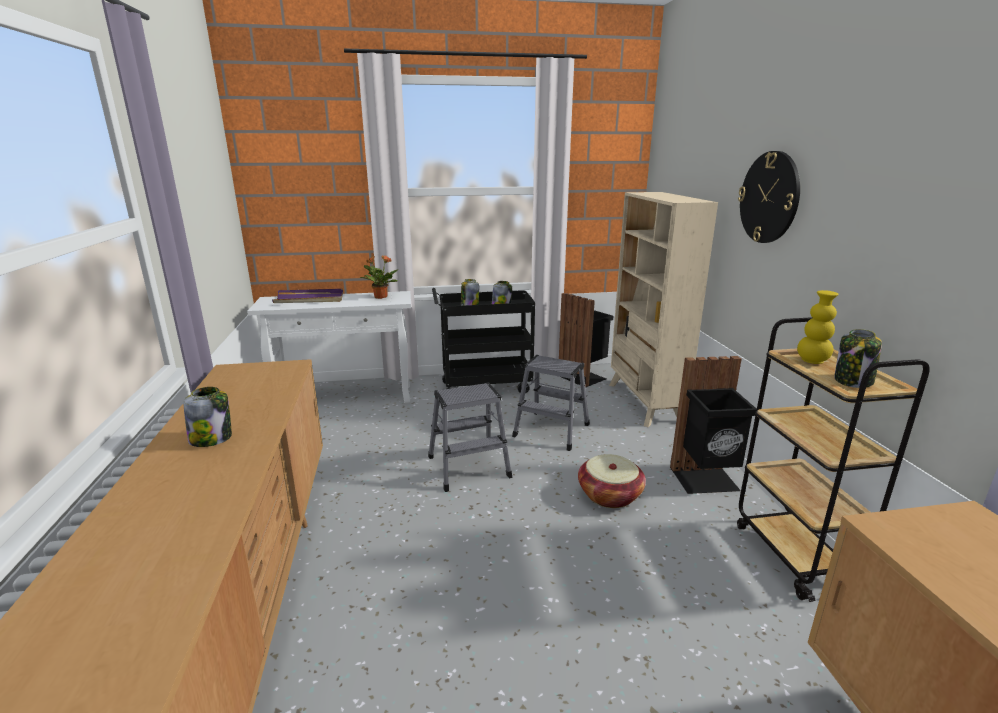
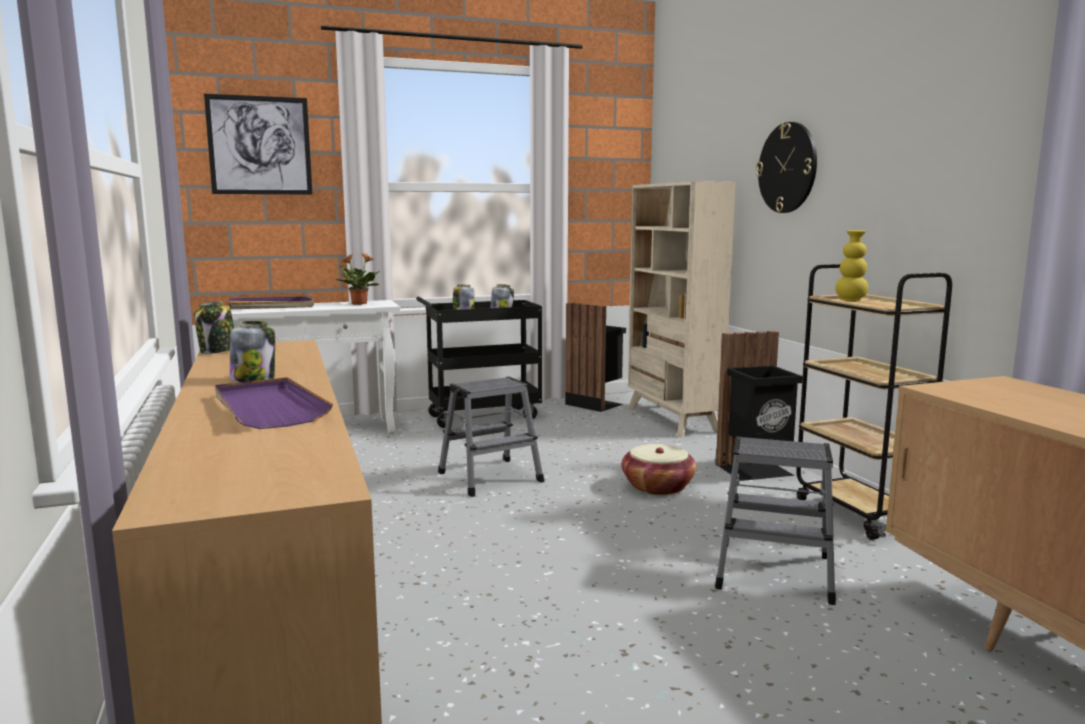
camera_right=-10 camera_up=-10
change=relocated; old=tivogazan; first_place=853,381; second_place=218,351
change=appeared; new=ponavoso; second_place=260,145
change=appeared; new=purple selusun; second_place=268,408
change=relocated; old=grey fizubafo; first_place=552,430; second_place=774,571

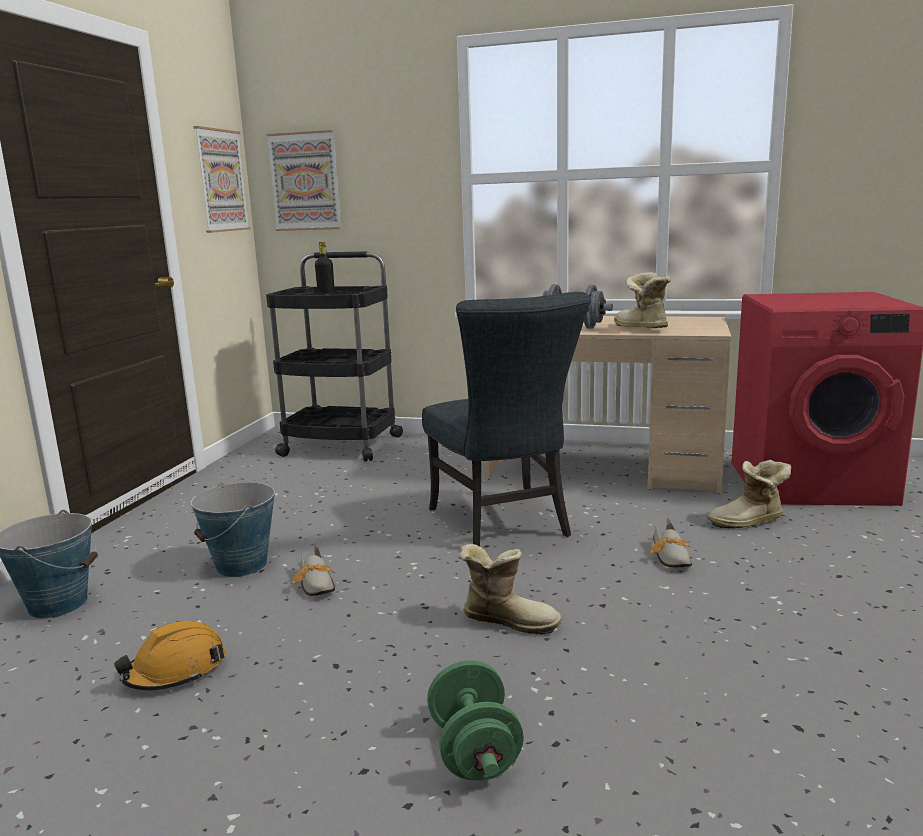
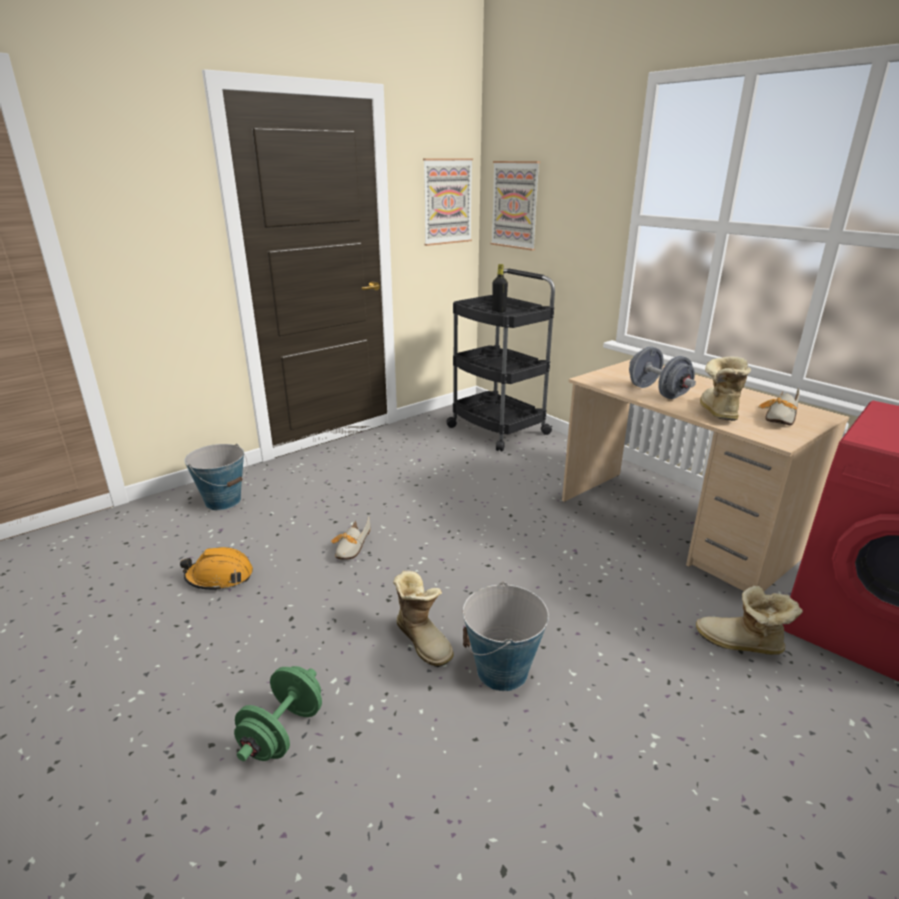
camera_right=35 camera_up=10
change=relocated; old=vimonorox; first_place=241,565; second_place=502,671
change=relocated; old=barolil; first_place=671,557; second_place=780,418
change=missing; old=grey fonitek; first_place=504,524

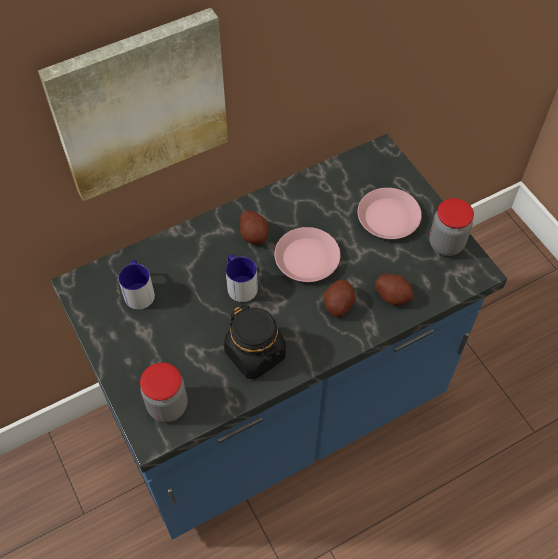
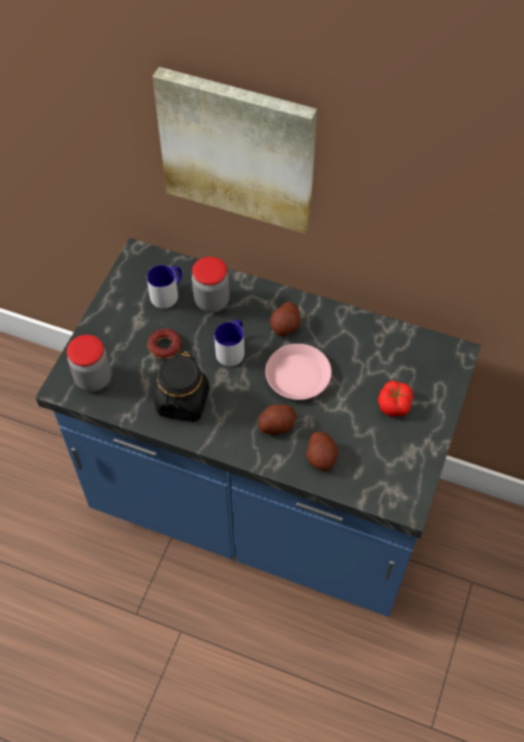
camera_right=50 camera_up=0
change=appeared; new=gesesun; second_place=164,346
change=relocated; old=tivogazan; first_place=446,244; second_place=211,301
change=exchanged; old=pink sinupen; new=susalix; first_place=388,218; second_place=394,404

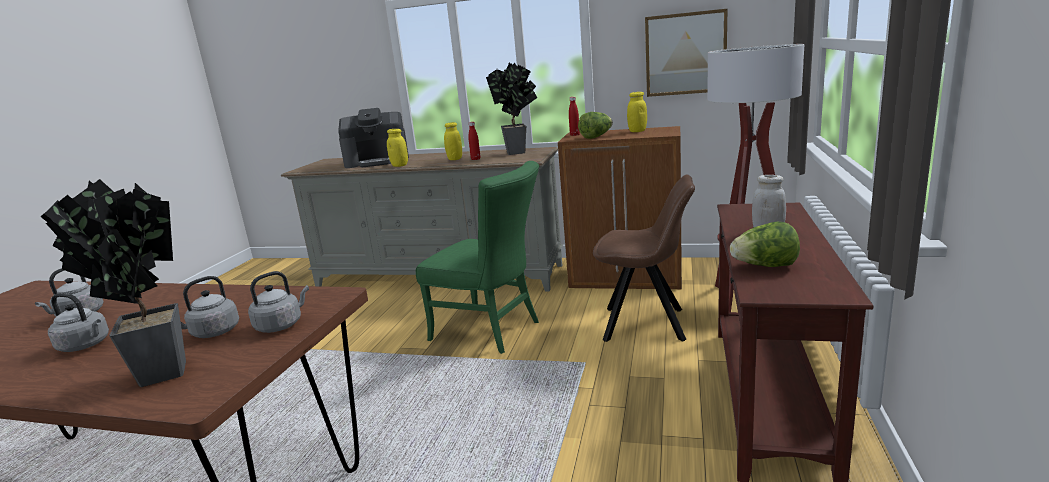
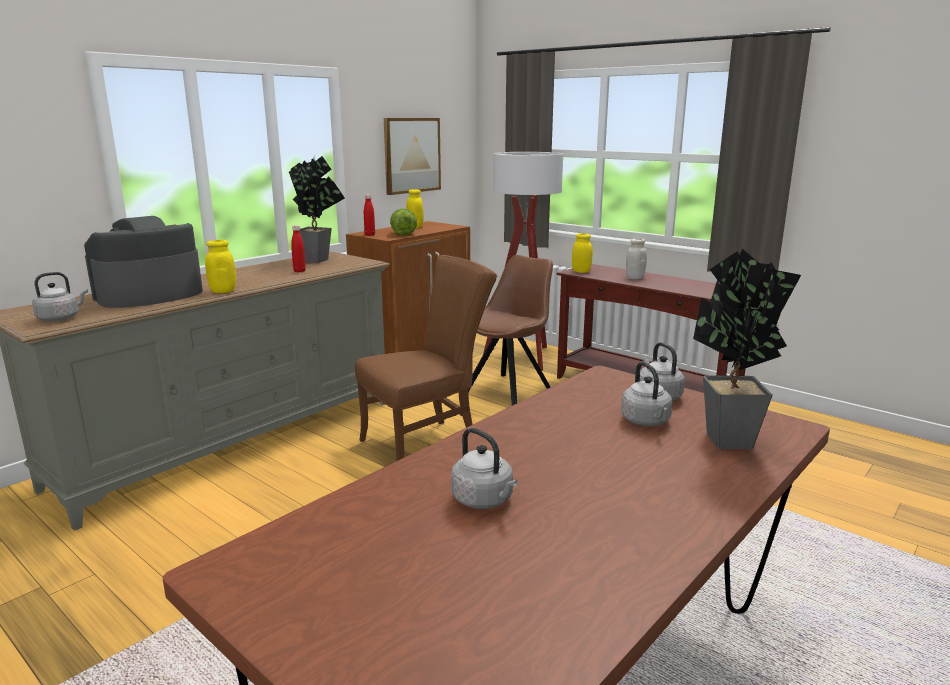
camera_right=-65 camera_up=0
change=relocated; old=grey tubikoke; first_place=86,345; second_place=61,318
change=spun; old=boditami; first_place=377,161; second_place=149,295; degrees=-150
change=colour; old=green fonitek; new=brown fonitek; first_place=491,330; second_place=427,444
change=relocated; old=yellow tivogazan; first_place=455,159; second_place=581,271
change=missing; old=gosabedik; first_place=765,266

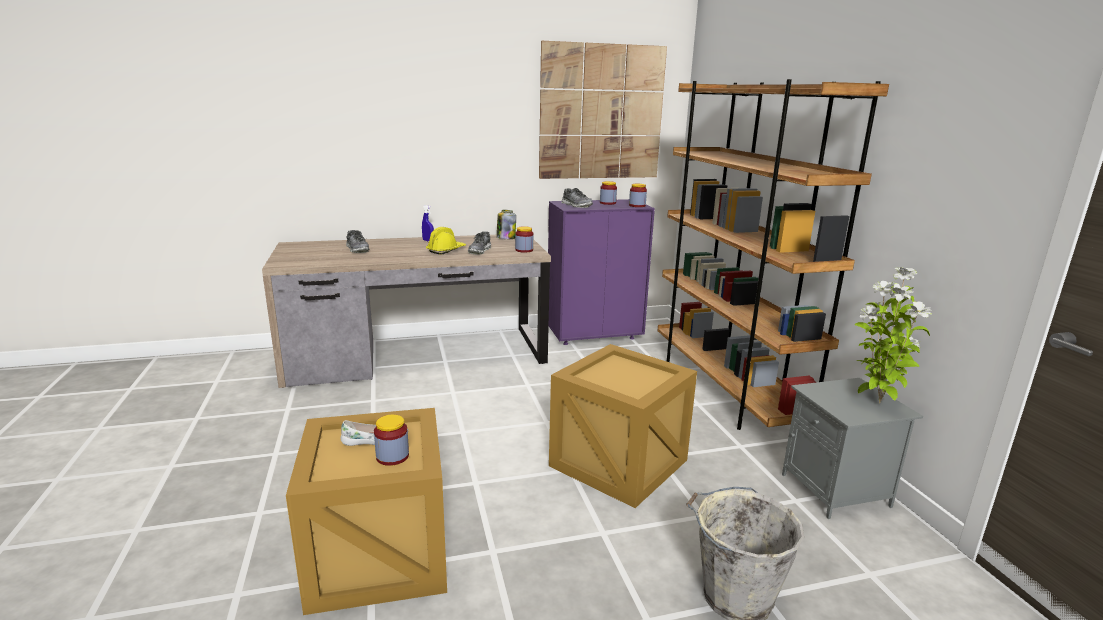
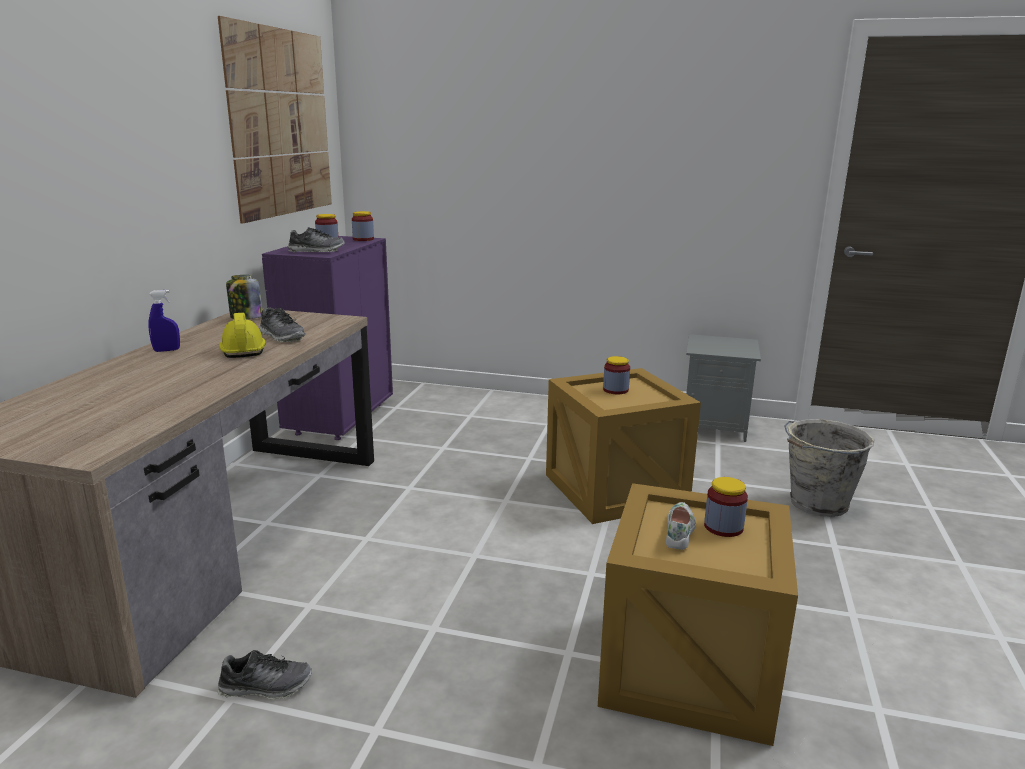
camera_right=-60 camera_up=0
change=relocated; old=barolil; first_place=357,249; second_place=266,687
change=relocated; old=tivogazan; first_place=524,250; second_place=615,390
change=missing; old=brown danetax; first_place=726,389
change=missing; old=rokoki; first_place=876,402

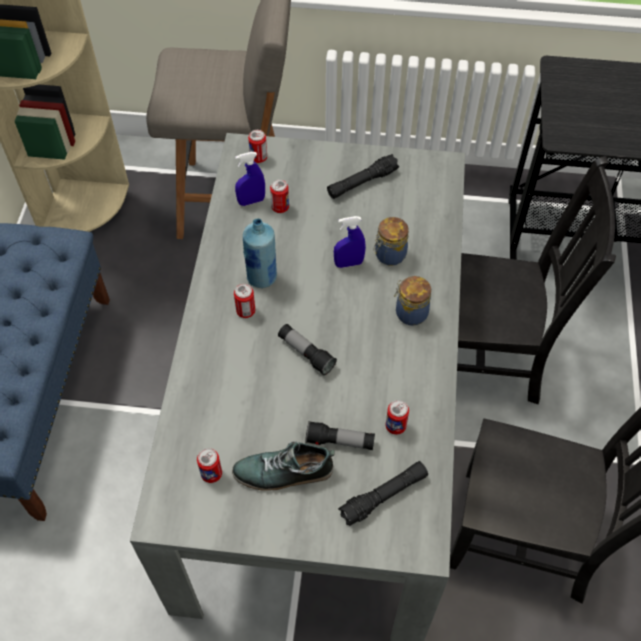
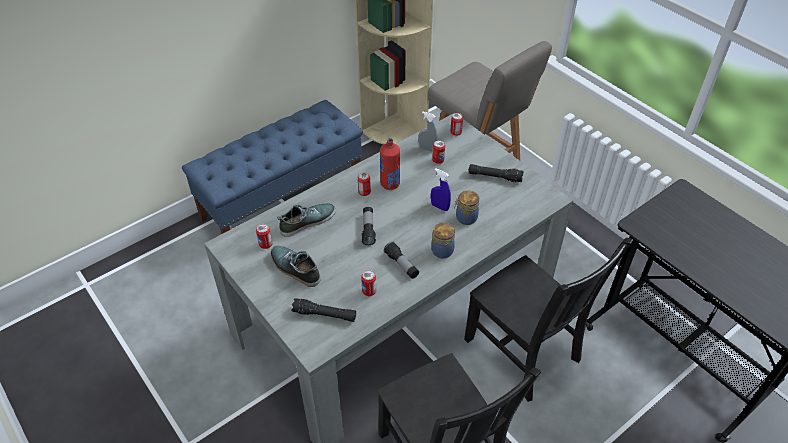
camera_right=45 camera_up=-10
change=appeared; new=barolil; second_place=307,221
change=colour; old=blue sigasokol; new=red sigasokol; first_place=262,278; second_place=390,184
change=relocated; old=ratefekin; first_place=340,441; second_place=401,265
change=colour; old=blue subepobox; new=grey subepobox; first_place=251,201; second_place=427,149

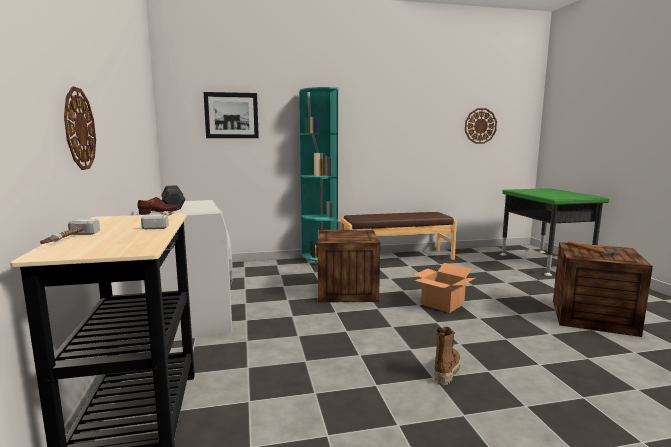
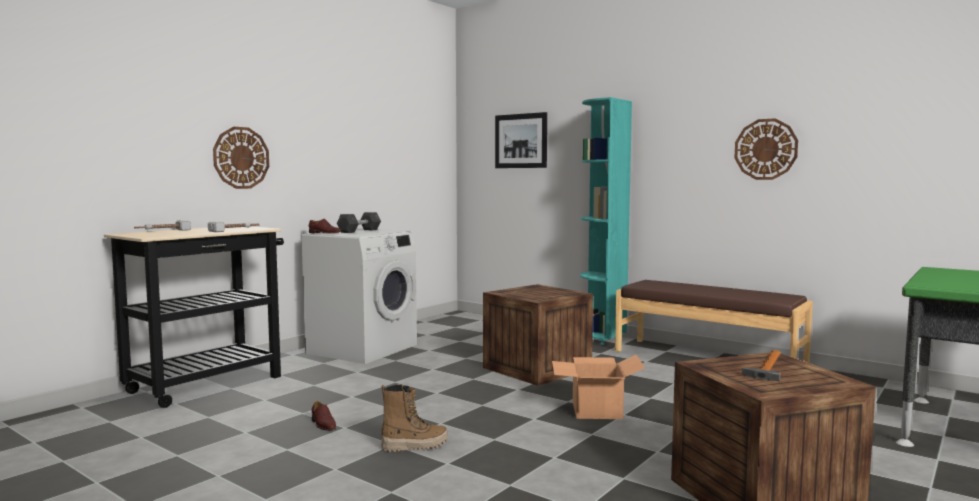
camera_right=50 camera_up=-5
change=appeared; new=brown barolil; second_place=323,425
change=relocated; old=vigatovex; first_place=480,126; second_place=765,149

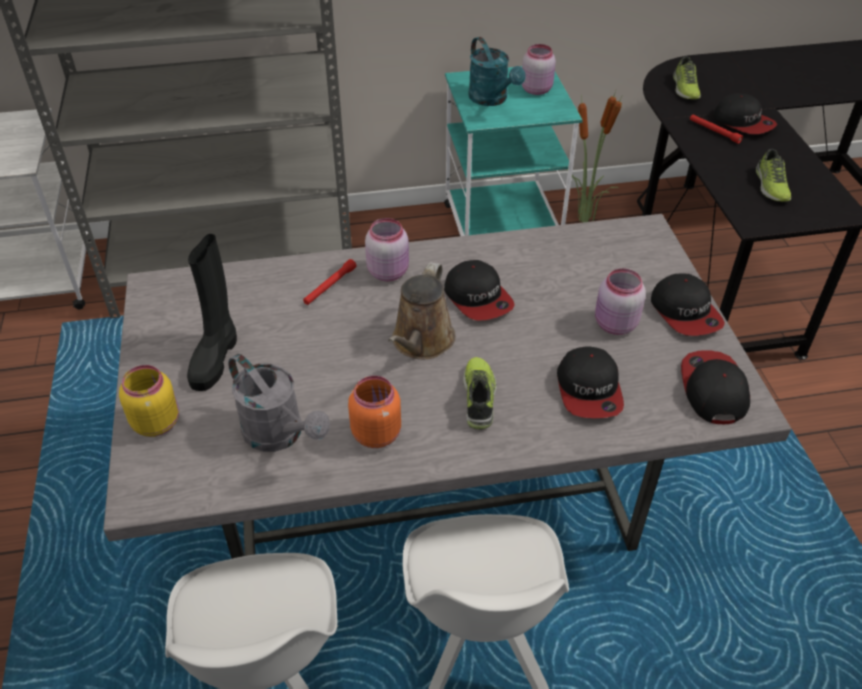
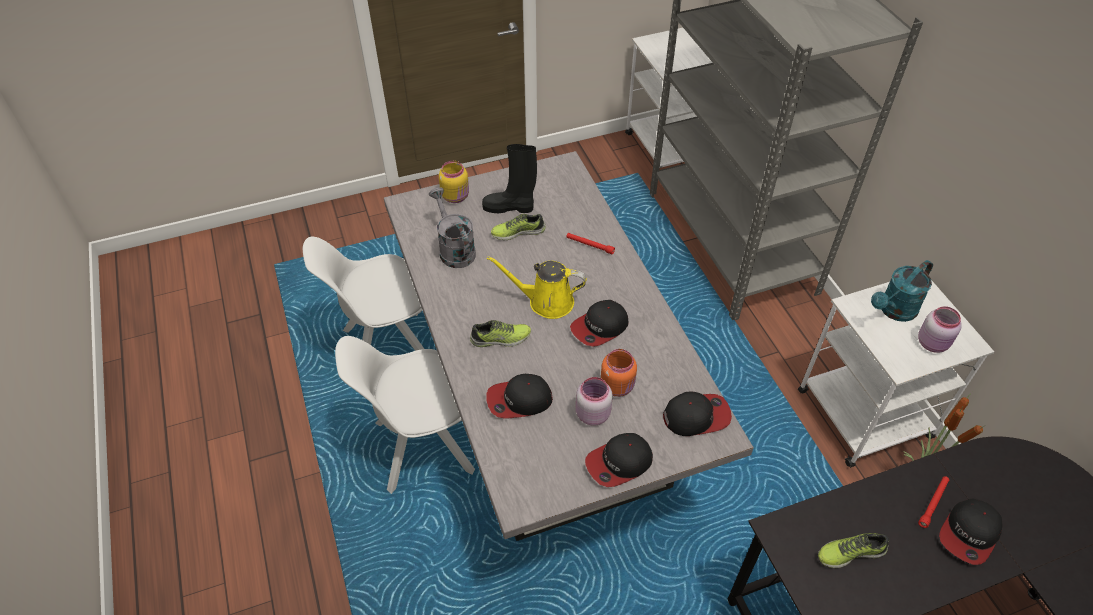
camera_right=80 camera_up=5
change=spun; old=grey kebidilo; first_place=280,435; second_place=454,249; degrees=120
change=colour; old=brown kebidilo; new=yellow kebidilo; first_place=421,342; second_place=546,301
change=relocated; old=barolil; first_place=684,88; second_place=518,232
change=relocated; old=orange tivogazan; first_place=376,433; second_place=618,386
change=relocated; old=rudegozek; first_place=713,389; second_place=696,416
change=colour; old=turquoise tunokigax; new=white tunokigax; first_place=503,227; second_place=865,416
change=missing; old=pink tivogazan; first_place=388,271

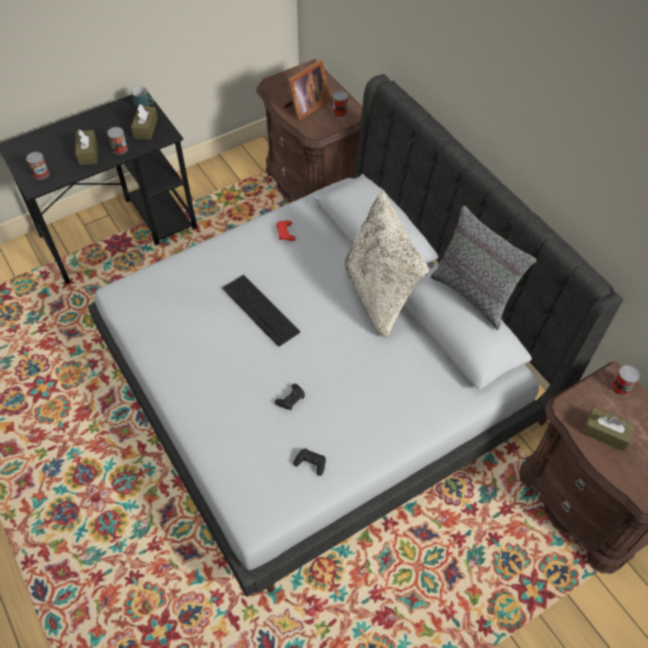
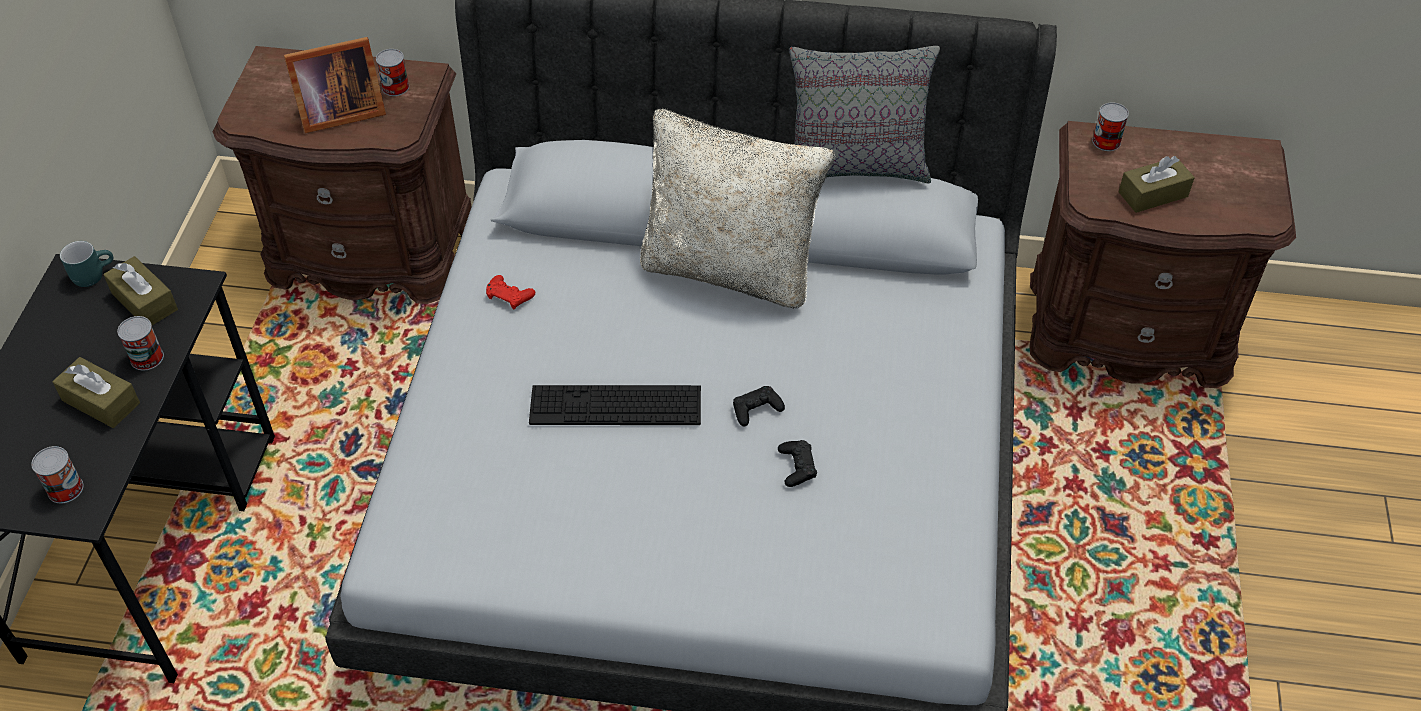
camera_right=-50 camera_up=-5
change=spun; old=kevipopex; first_place=305,107; second_place=338,113; degrees=75
change=relocated; old=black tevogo; first_place=310,463; second_place=756,409

